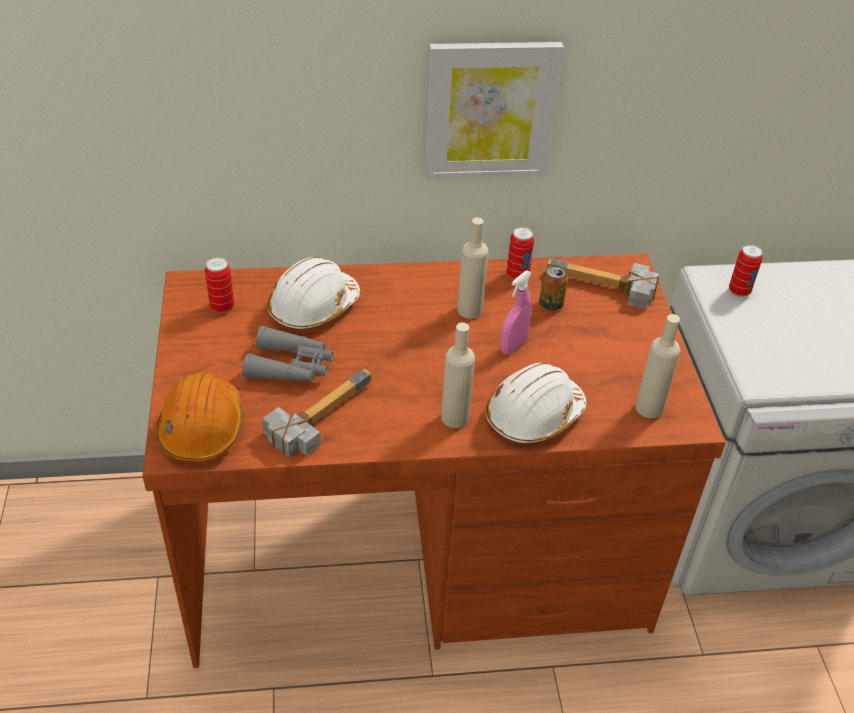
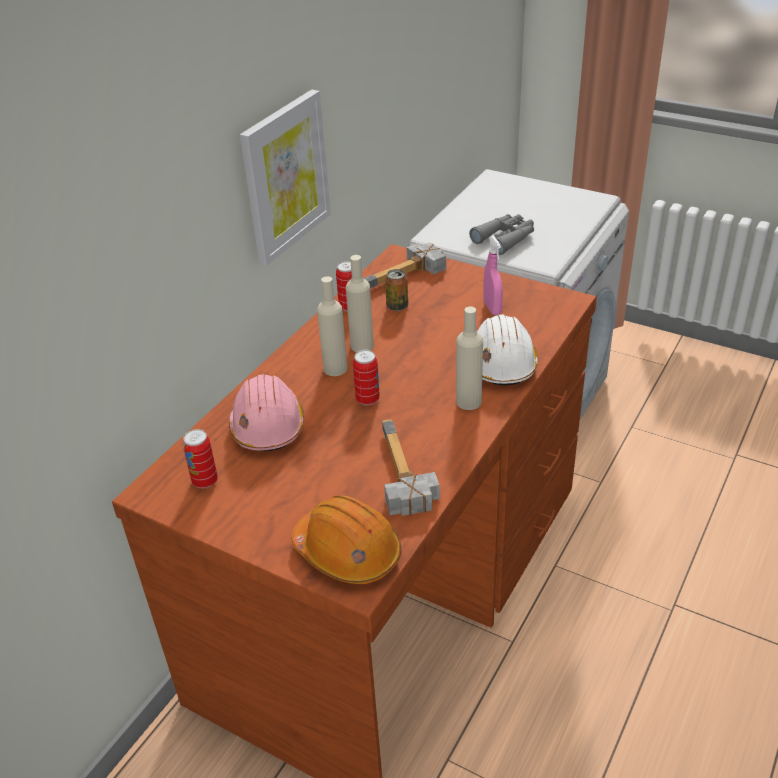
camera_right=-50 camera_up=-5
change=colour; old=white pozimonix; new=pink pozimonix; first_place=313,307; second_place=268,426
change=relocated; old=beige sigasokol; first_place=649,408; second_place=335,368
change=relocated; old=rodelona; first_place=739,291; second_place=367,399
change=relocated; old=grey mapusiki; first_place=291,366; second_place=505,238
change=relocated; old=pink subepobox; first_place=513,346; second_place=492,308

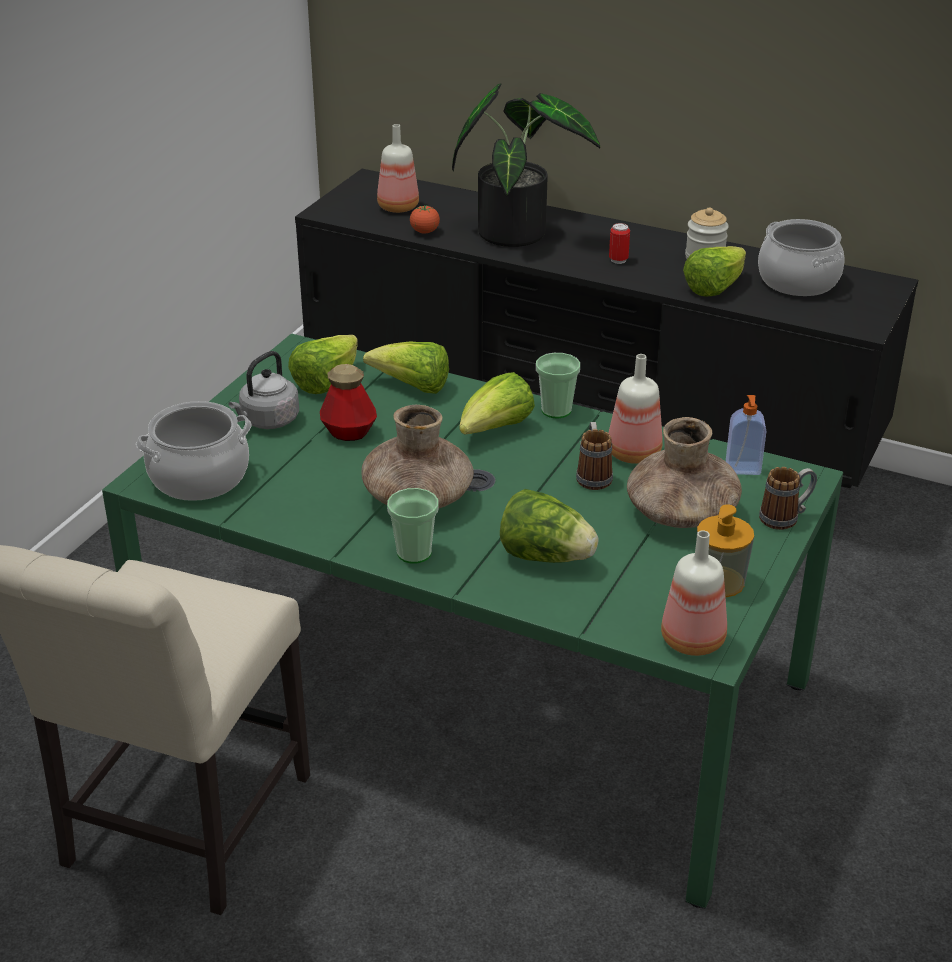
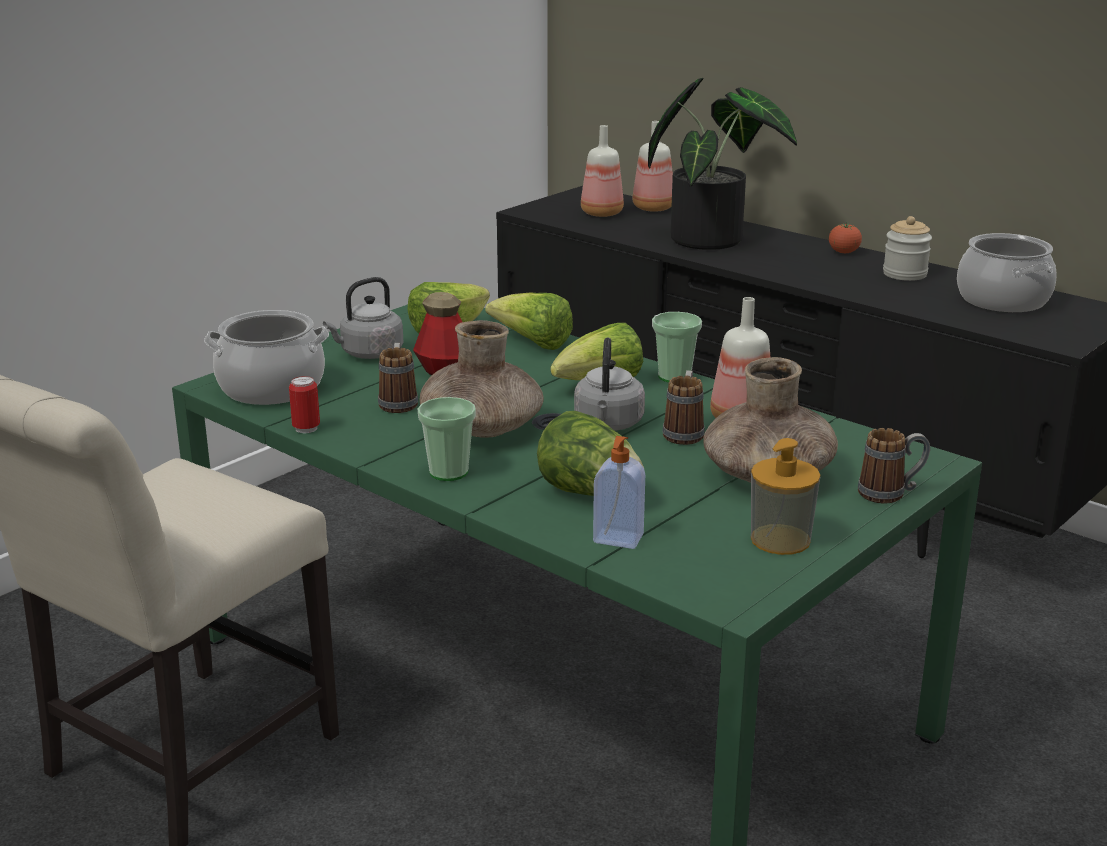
camera_right=15 camera_up=-10
change=relocated; old=rodelona; first_place=618,260; second_place=306,428
change=appeared; new=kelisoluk; second_place=398,401
change=appeared; new=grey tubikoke; second_place=608,425
change=relocated; old=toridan; first_place=743,469; second_place=617,540
change=relocated; old=sigasokol; first_place=693,639; second_place=654,208
change=relocated; old=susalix; first_place=425,232; second_place=843,252
change=missing; old=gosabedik; first_place=714,288

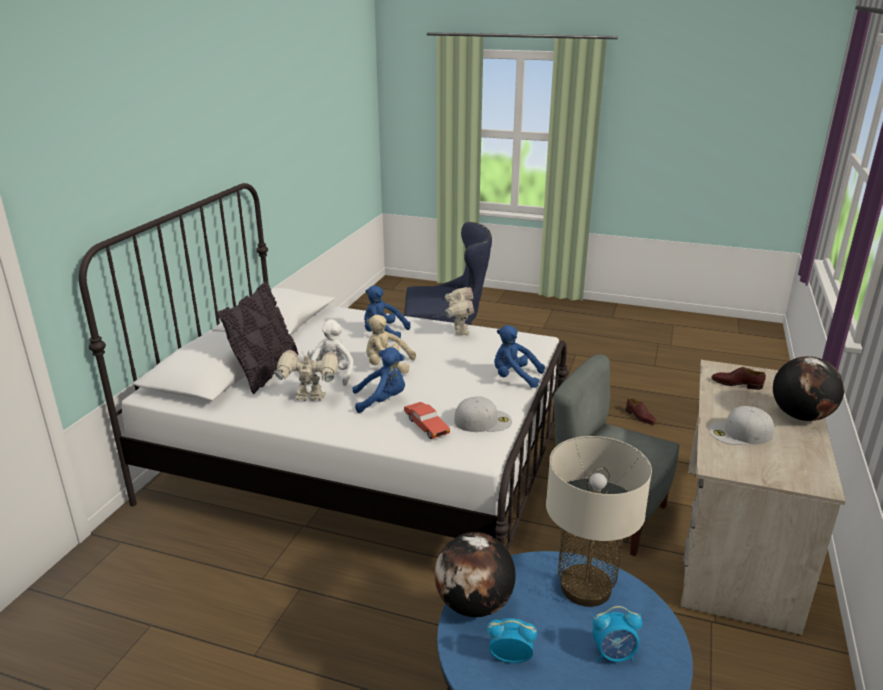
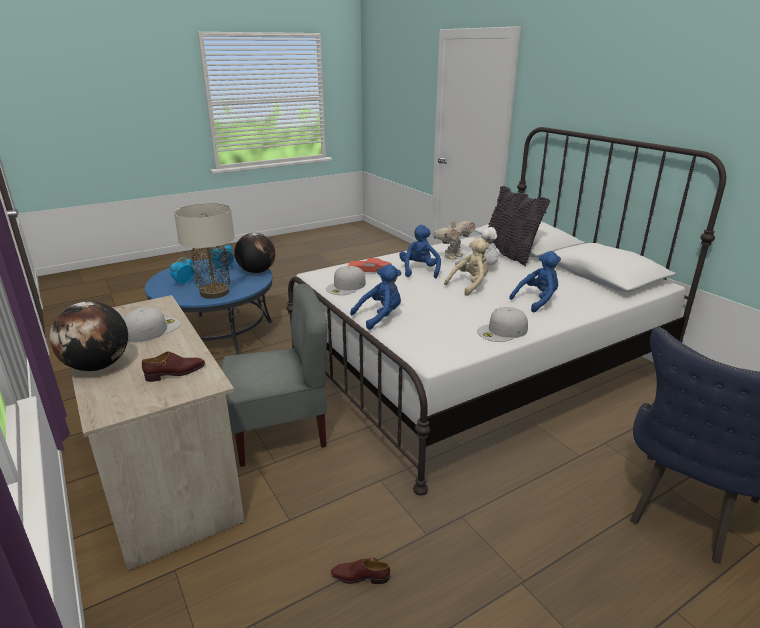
camera_right=130 camera_up=0
change=spun; old=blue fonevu; first_place=382,400; second_place=419,271; degrees=150
change=exchanged; old=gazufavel; new=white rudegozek; first_place=459,331; second_place=502,331

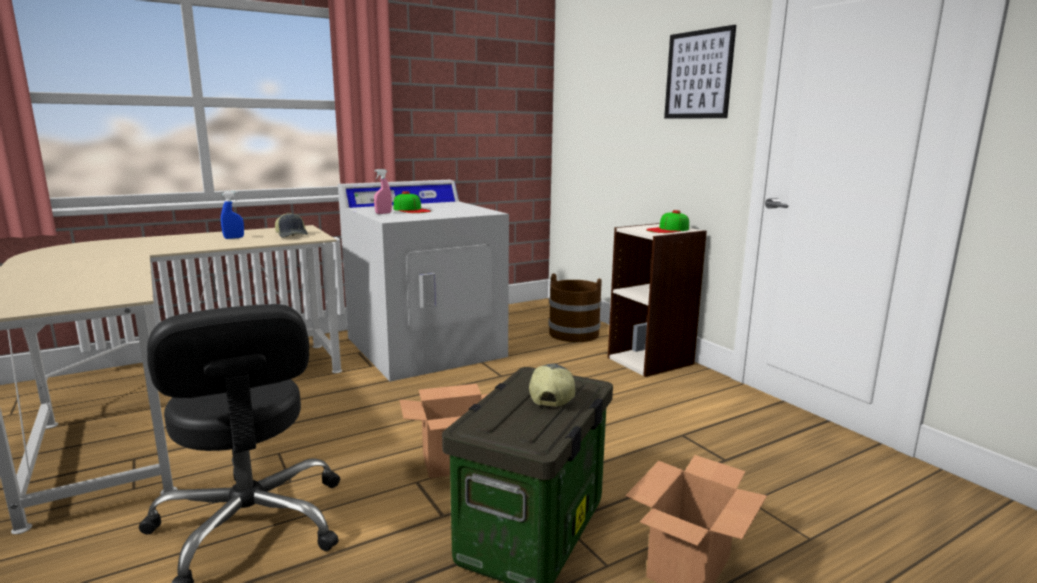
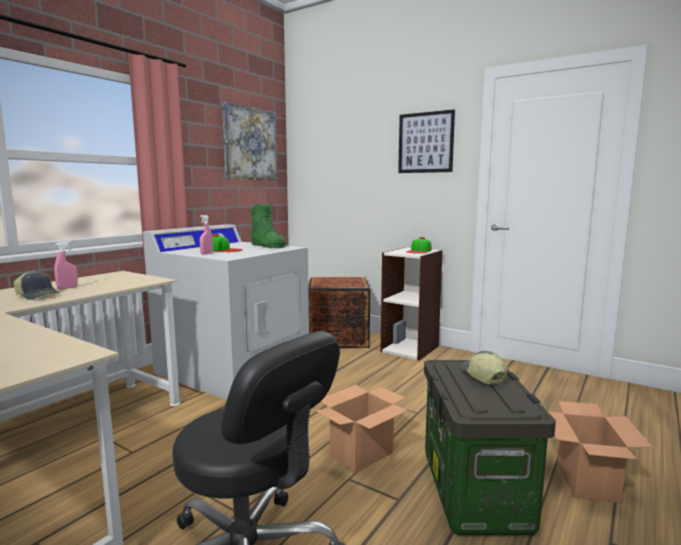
camera_right=-25 camera_up=-5
change=relocated; old=rudegozek; first_place=292,235; second_place=38,295
change=colour; old=blue subepobox; new=pink subepobox; first_place=234,238; second_place=67,288
change=appeared; new=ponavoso; second_place=250,144
change=appeared; new=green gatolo; second_place=267,246
change=exchanged; old=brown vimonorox; new=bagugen; first_place=574,333; second_place=338,338

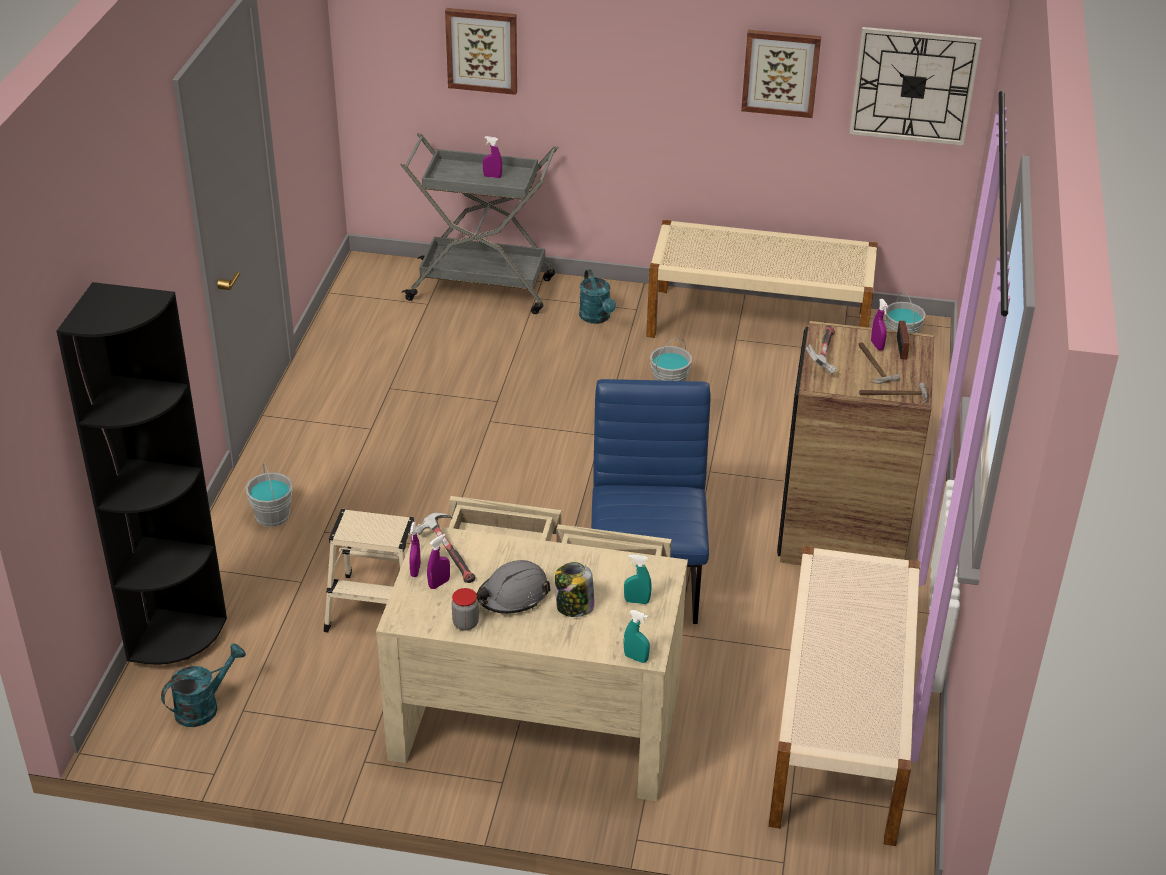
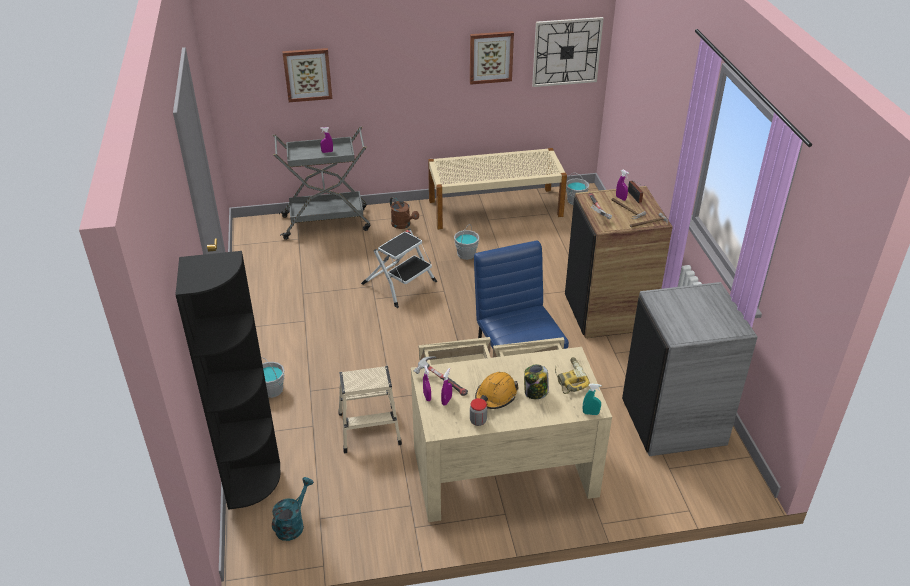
camera_right=-20 camera_up=0
change=appeared; new=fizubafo; second_place=399,284
change=colour; old=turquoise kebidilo; new=brown kebidilo; first_place=597,318; second_place=403,225
change=colour; old=grey pozimonix; new=orange pozimonix; first_place=513,596; second_place=496,396
change=exchanged; old=turquoise subepobox; new=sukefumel; first_place=637,601; second_place=569,379
change=exchanged; old=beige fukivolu; new=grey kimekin; first_place=843,726; second_place=673,421

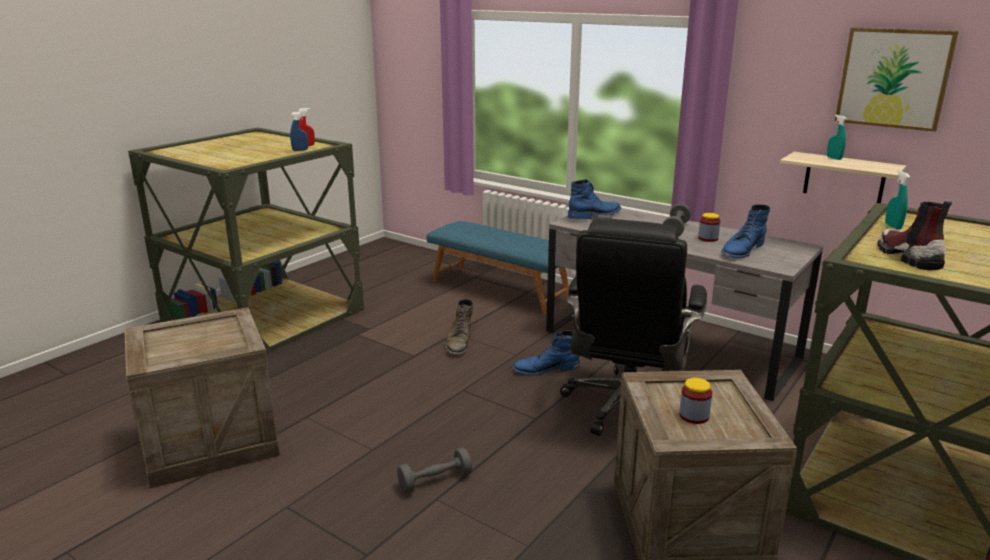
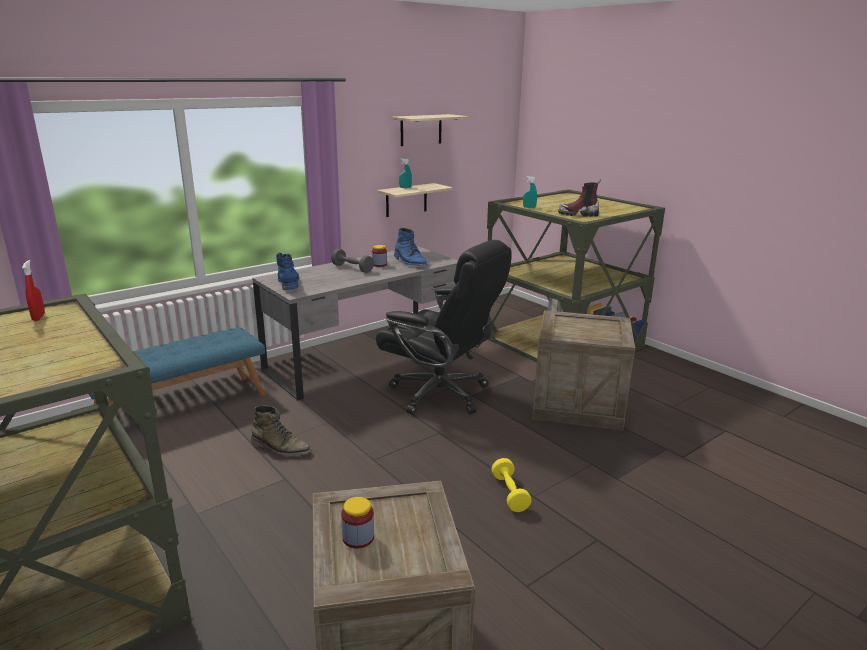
camera_right=-75 camera_up=0
change=relocated; old=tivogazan; first_place=694,416; second_place=358,537
change=exchanged; old=ponavoso; new=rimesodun; first_place=893,78; second_place=421,130
change=colour; old=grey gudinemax; new=yellow gudinemax; first_place=435,481; second_place=510,493
change=missing; old=blue subepobox; first_place=300,150
change=missing; old=blue gatolo; first_place=546,369

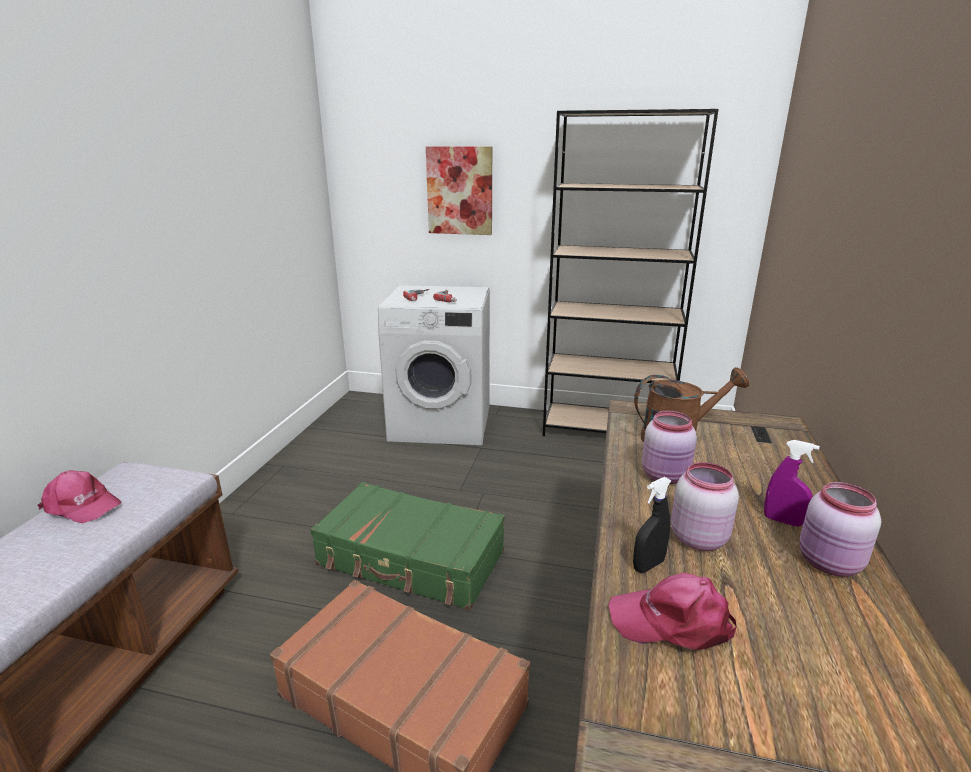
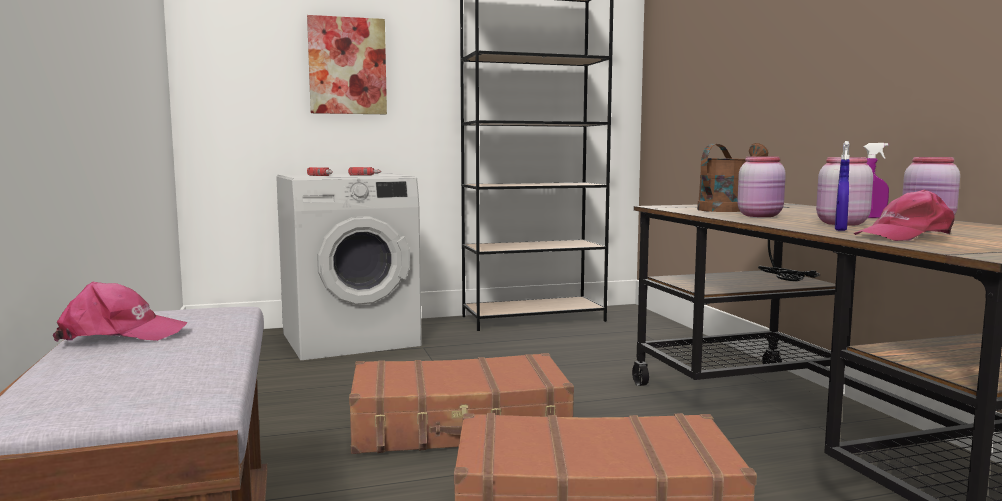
camera_right=-30 camera_up=-15
change=colour; old=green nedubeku; new=brown nedubeku; first_place=411,559; second_place=460,426
change=colour; old=black subepobox; new=blue subepobox; first_place=648,565; second_place=840,230

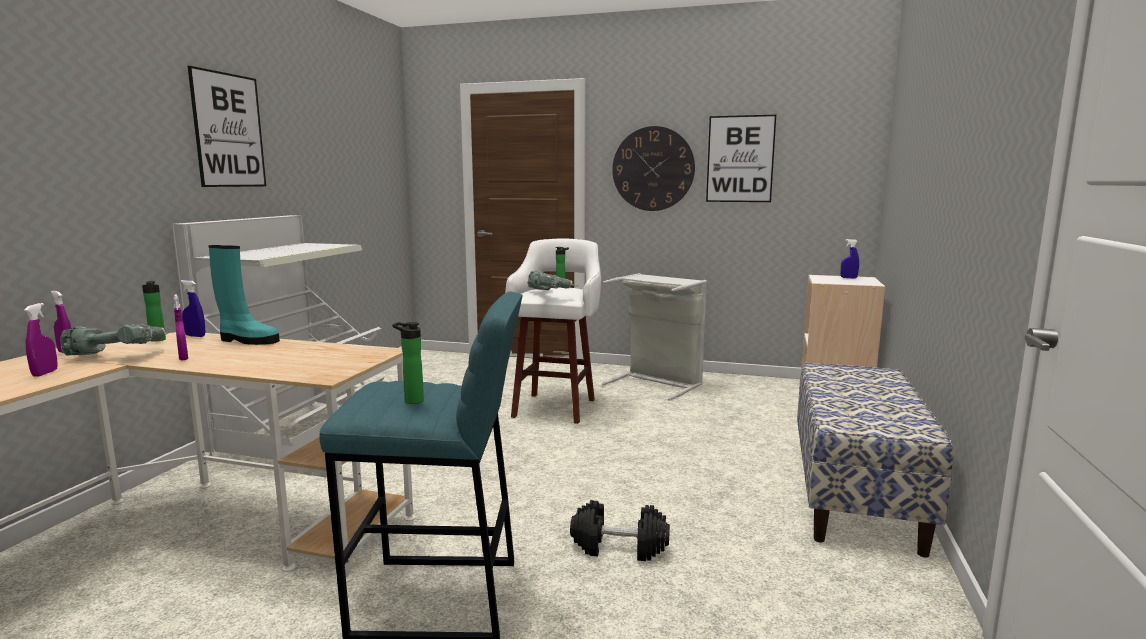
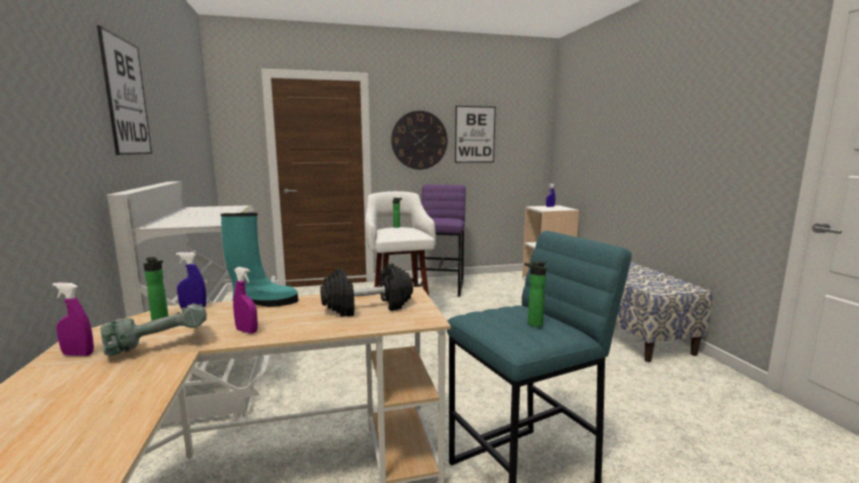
camera_right=-30 camera_up=0
change=relocated; old=black gudinemax; first_place=619,547; second_place=368,307
change=exchanged; old=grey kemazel; new=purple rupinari; first_place=657,383; second_place=440,287
change=missing; old=purple subepobox; first_place=45,373
change=missing; old=sukefumel; first_place=550,293

